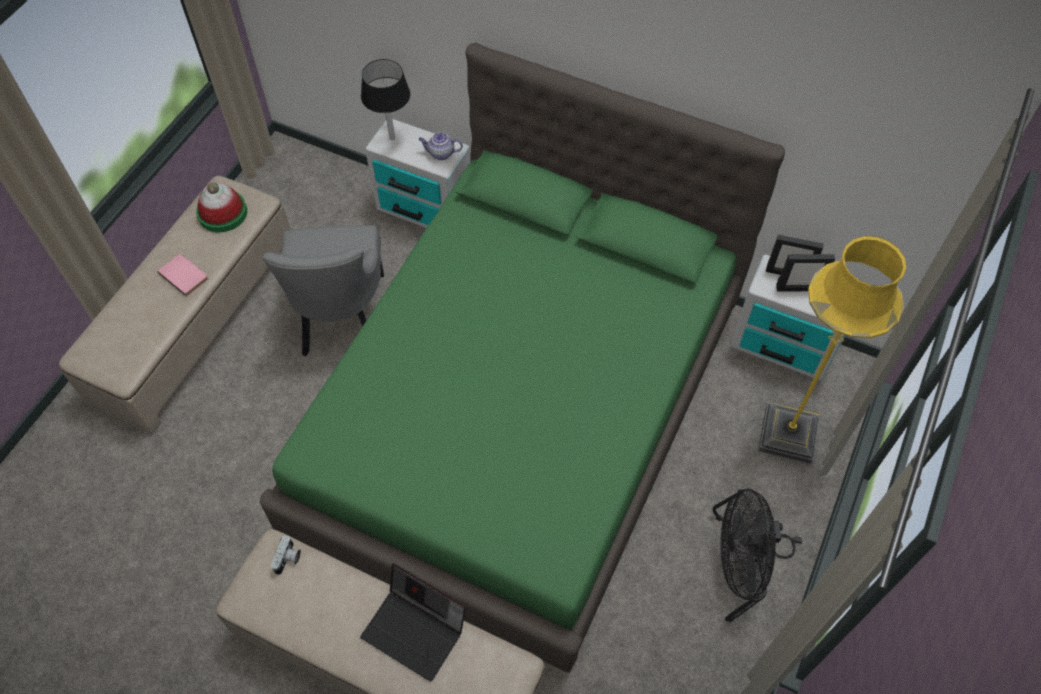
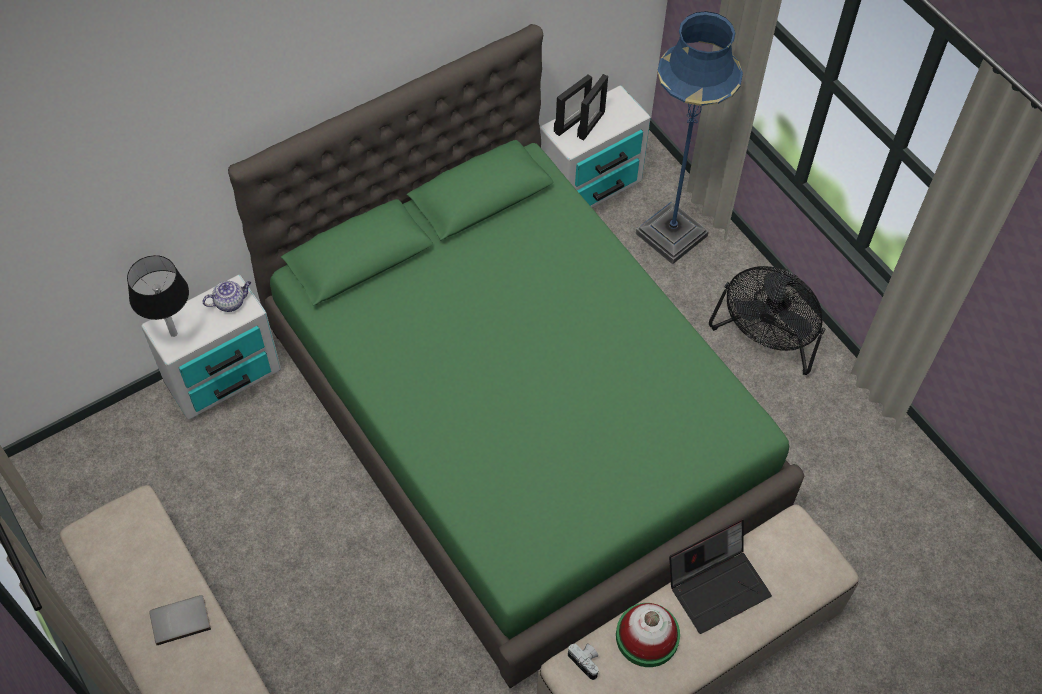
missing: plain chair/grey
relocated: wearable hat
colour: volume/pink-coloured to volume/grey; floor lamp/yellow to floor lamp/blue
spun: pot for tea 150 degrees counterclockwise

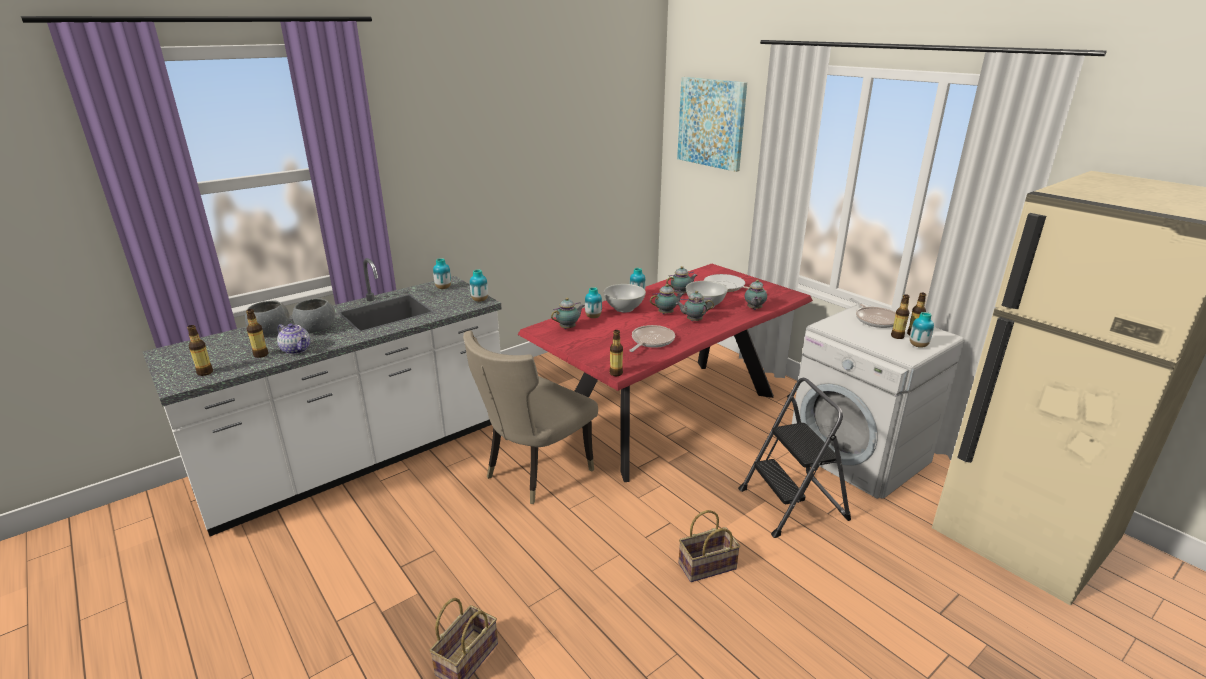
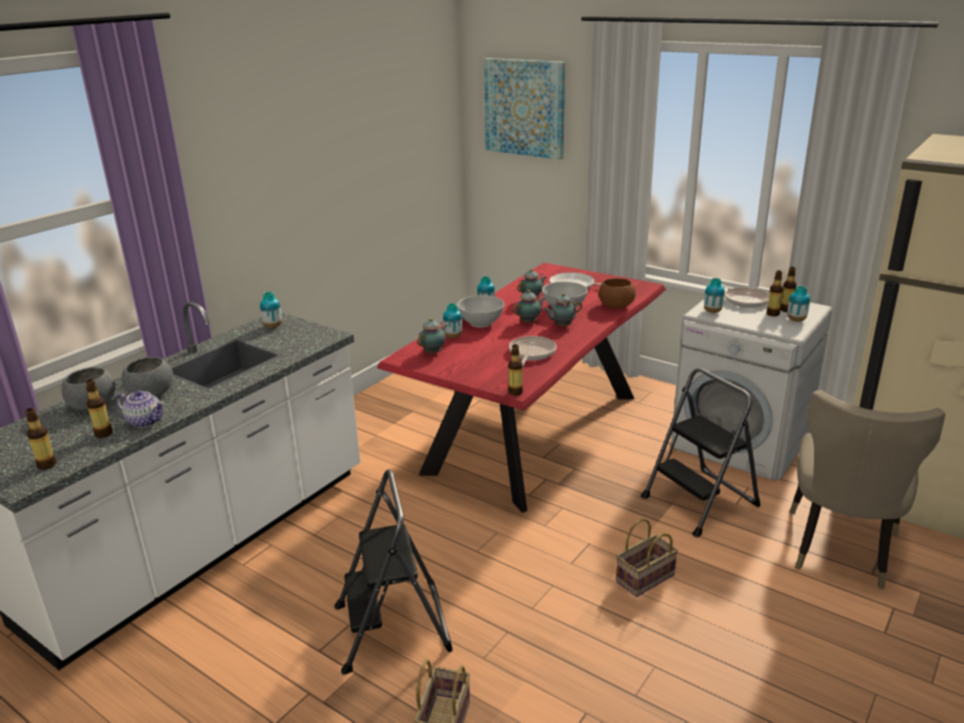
appeared: step ladder/blackish (no. 1 from left)
relocated: plain chair/beige-coloured; flower vase (no. 2 from left in the first image) to flower vase (no. 4 from left)
exchanged: pot for tea (no. 6 from left) to deep dish/brownish

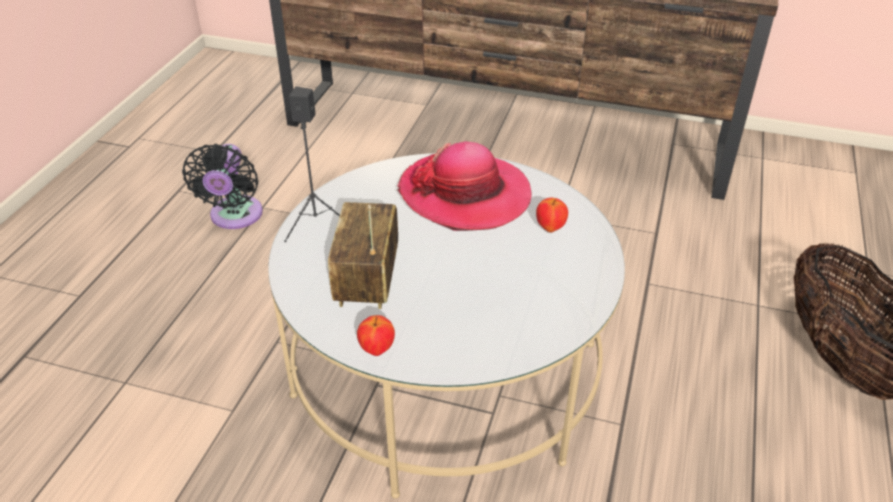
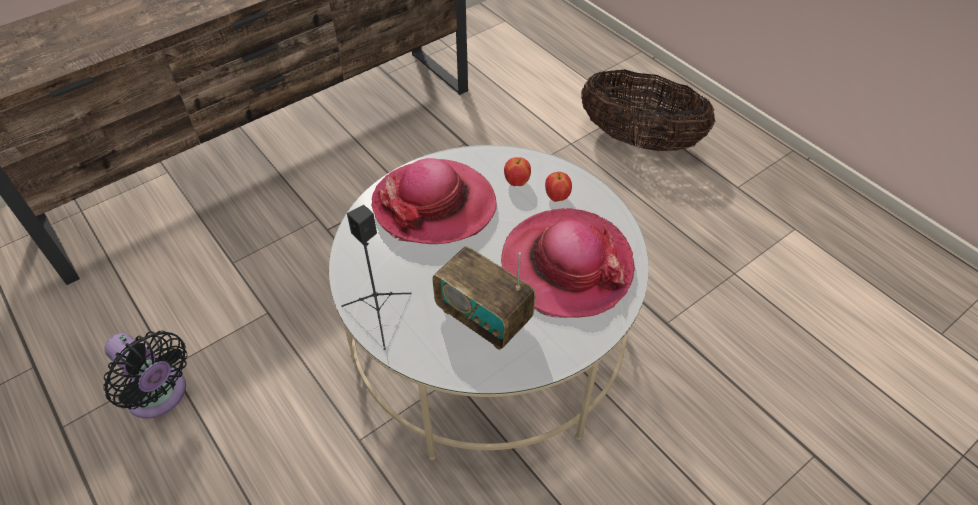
appeared: wearable hat (no. 2 from left)
relocated: apple fruit (no. 1 from left in the first image) to apple fruit (no. 2 from left)

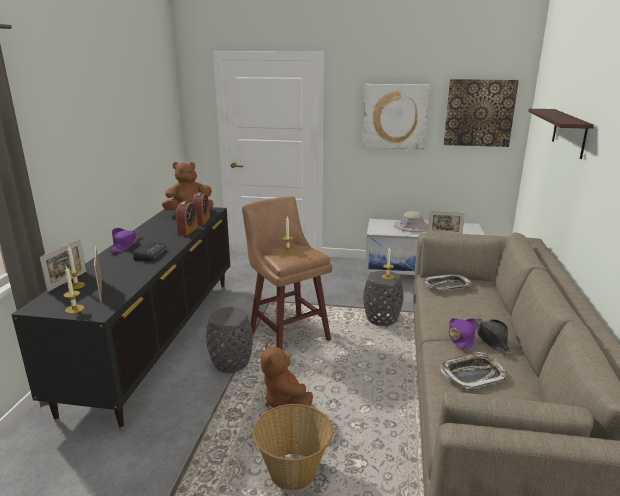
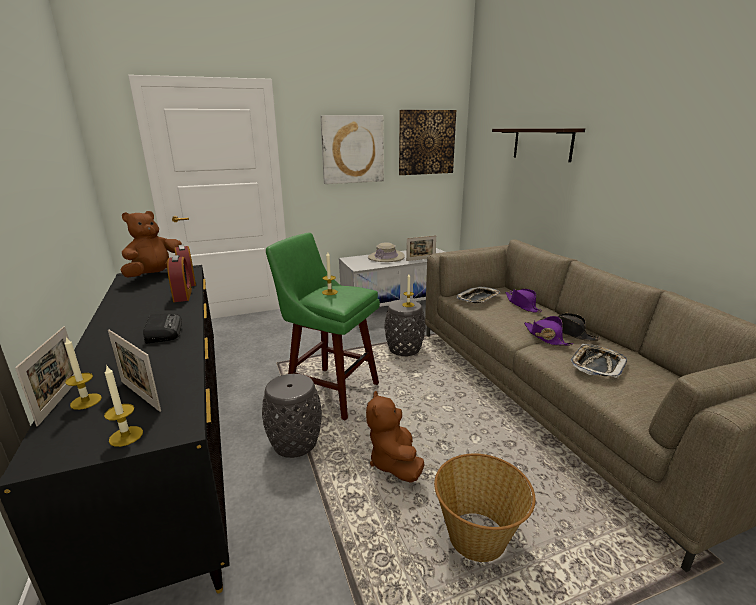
relocated: wearable hat/purplish (no. 1 from left)
colour: stool/brownish to stool/green
spun: plush toy/brownish (no. 2 from left) 45 degrees clockwise

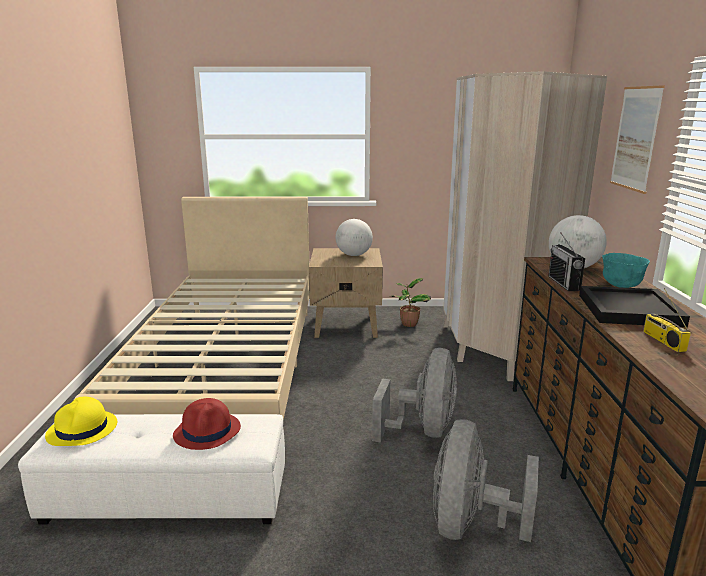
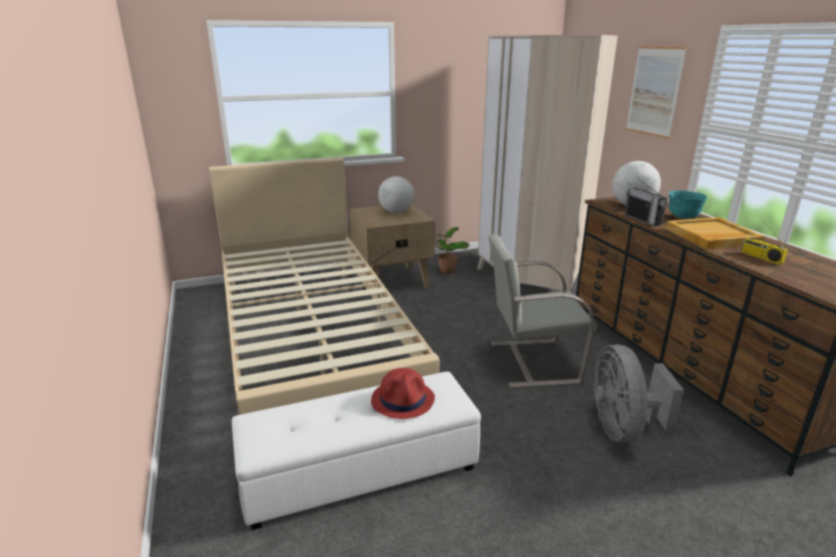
missing: wearable hat/yellow
exchanged: fan/grey (no. 1 from left) to plain chair/grey
colour: serving tray/blackish to serving tray/beige-coloured

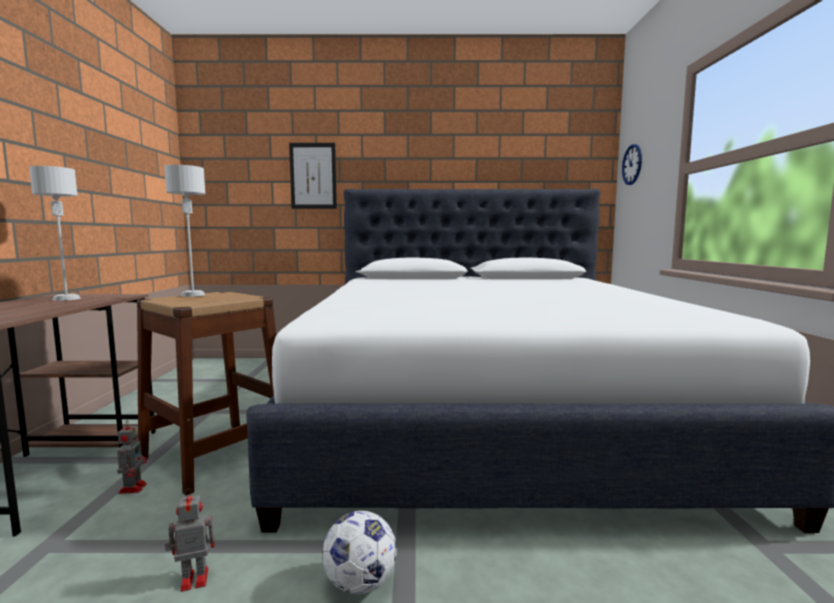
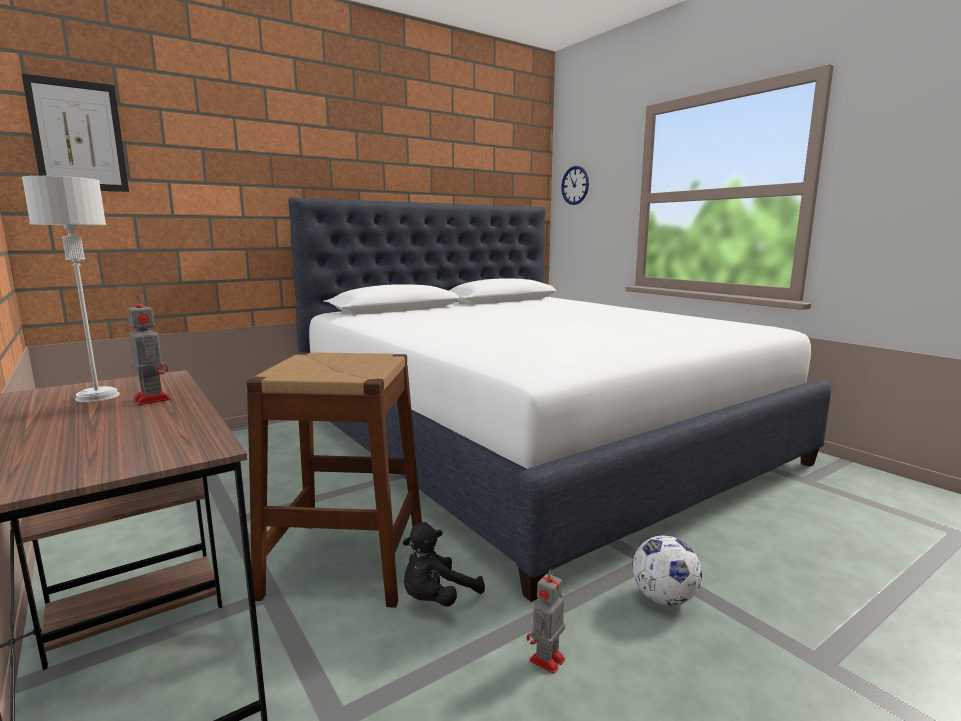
missing: tabletop lamp/grey (no. 2 from left)
appeared: plush toy/blackish
relocated: model robot (no. 1 from left); picture

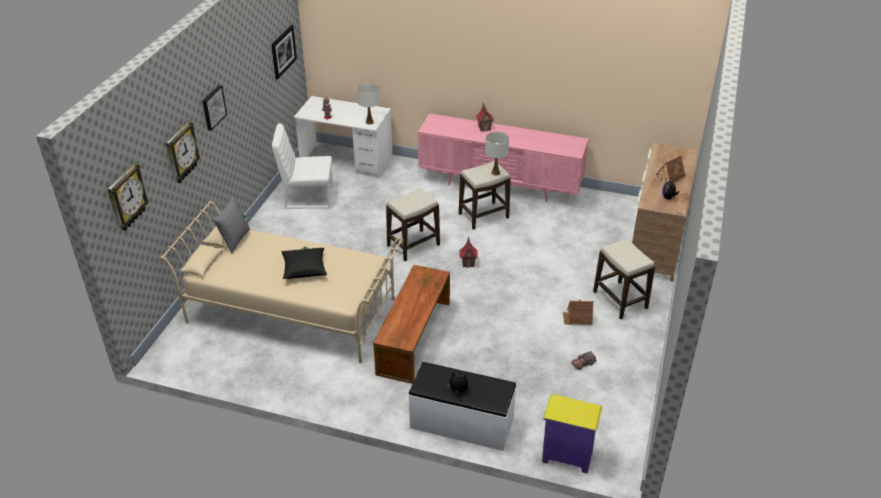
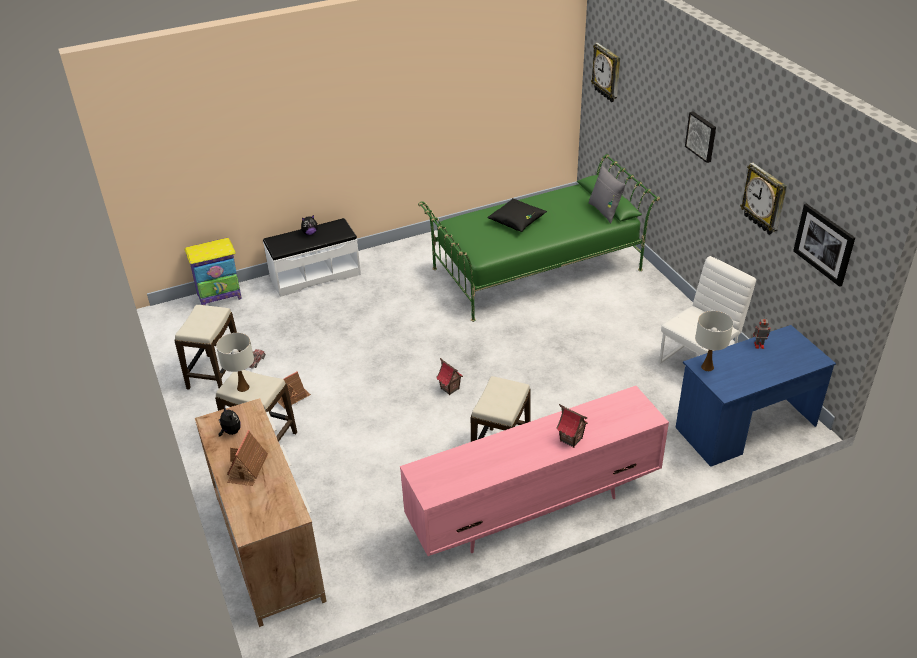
missing: indoor bench/brownish
relocated: hanging clock (no. 2 from left); stool (no. 1 from left); tabletop lamp/white (no. 2 from left in the first image) to tabletop lamp/white (no. 1 from left)
colour: bed/beige-coloured to bed/green; desk/white to desk/blue

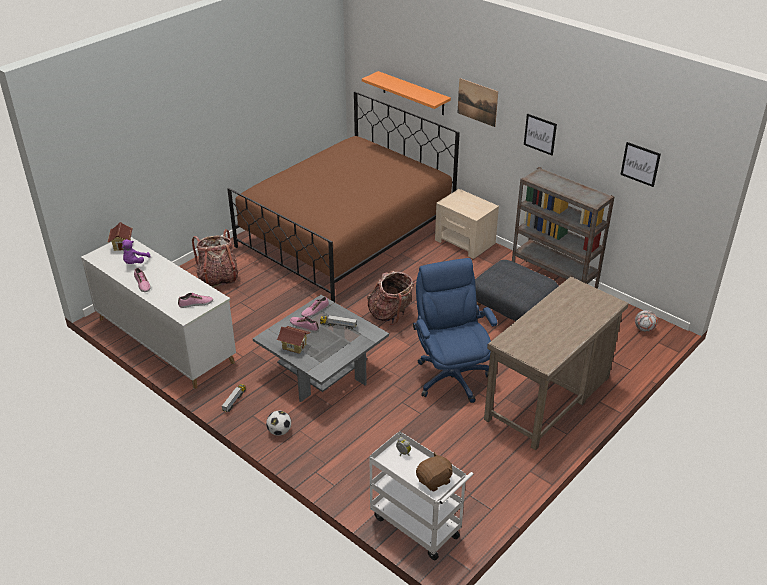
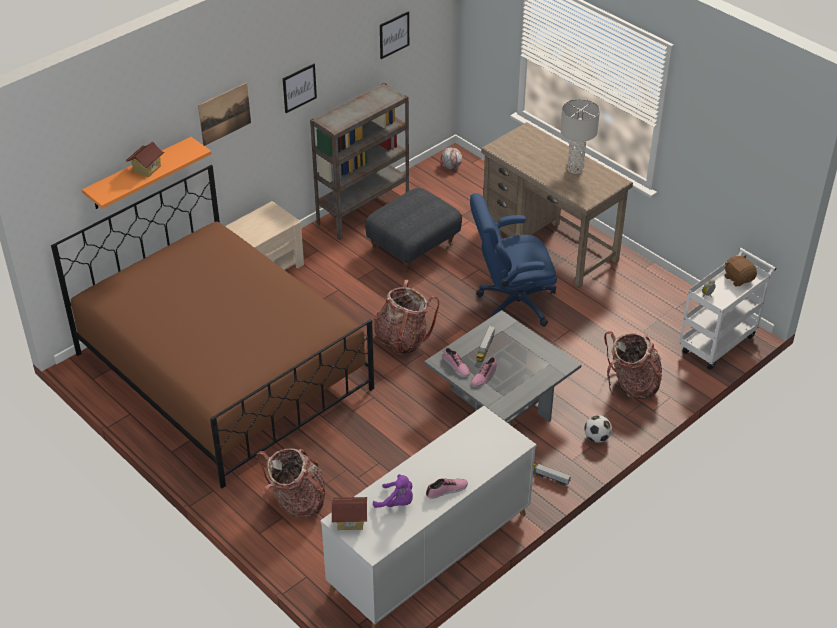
missing: low shoe (no. 2 from left)
appeared: tabletop lamp/white; rucksack (no. 3 from left)
relocated: model house (no. 2 from left in the first image) to model house (no. 1 from left)

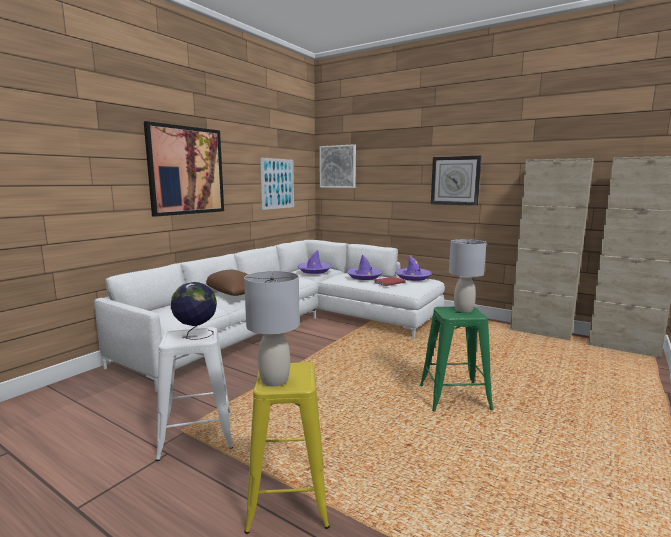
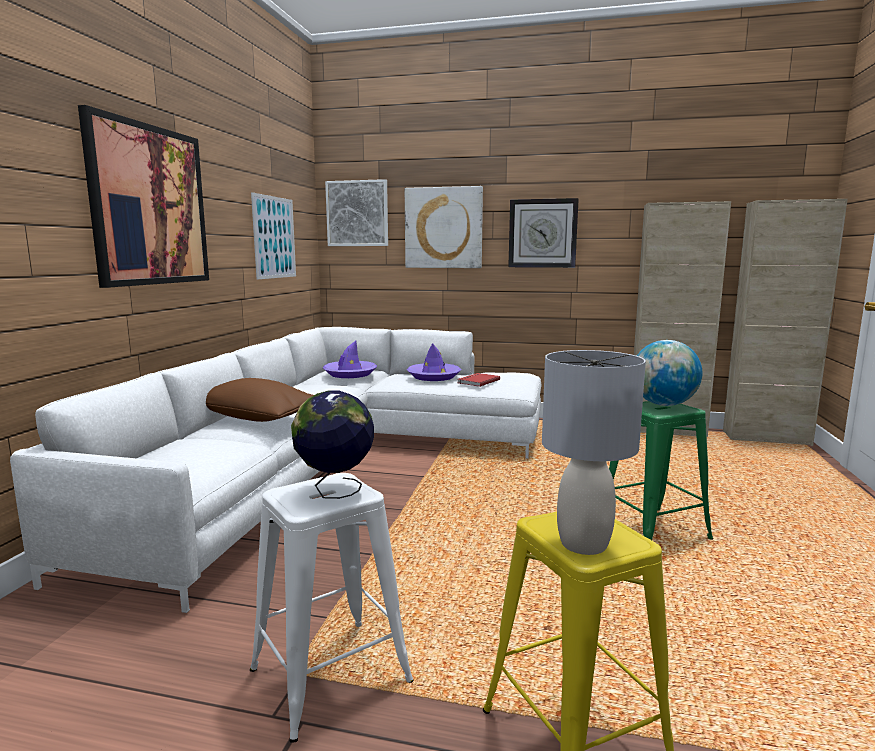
missing: wearable hat/purplish (no. 3 from left)
appeared: picture (no. 4 from left)
exchanged: tabletop lamp/grey (no. 2 from left) to world globe (no. 2 from left)

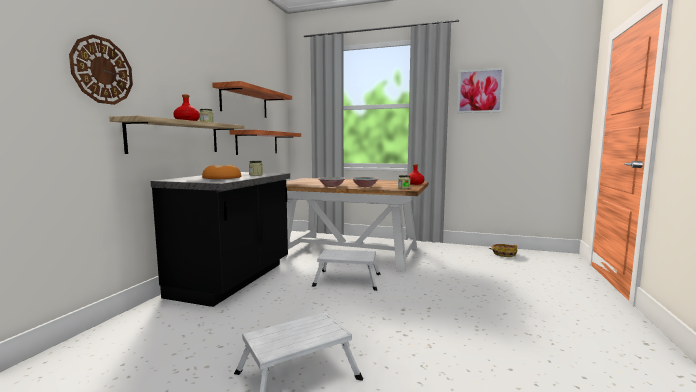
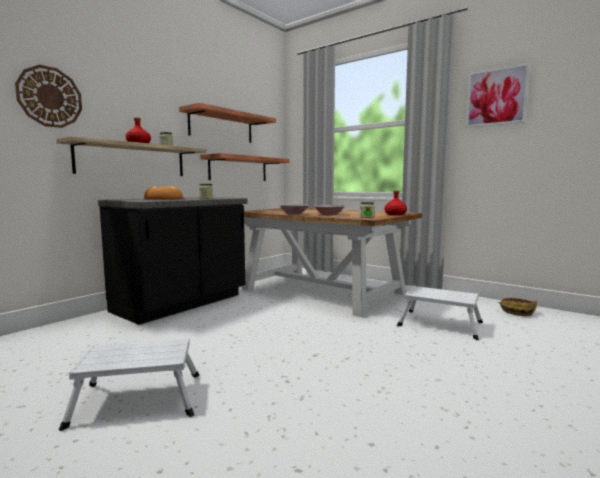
relocated: step ladder/white (no. 2 from left)

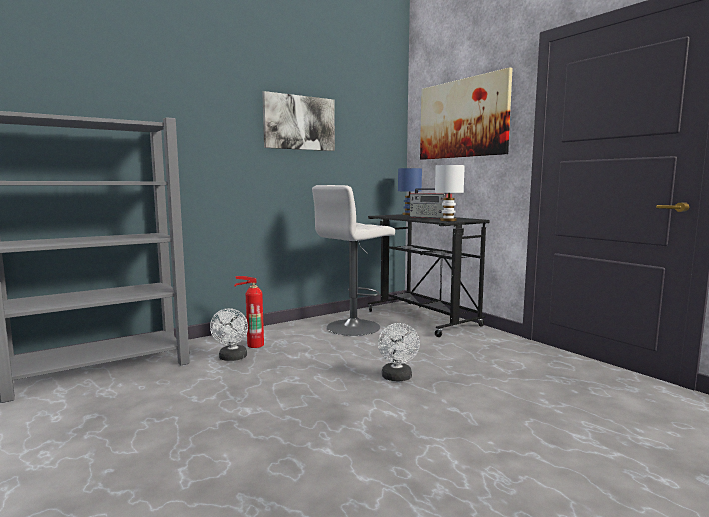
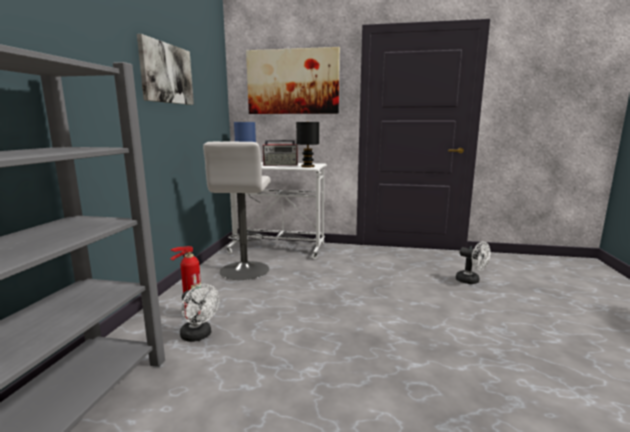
relocated: fan/white (no. 2 from left)
colour: desk/blackish to desk/white; tabletop lamp/white to tabletop lamp/blackish

